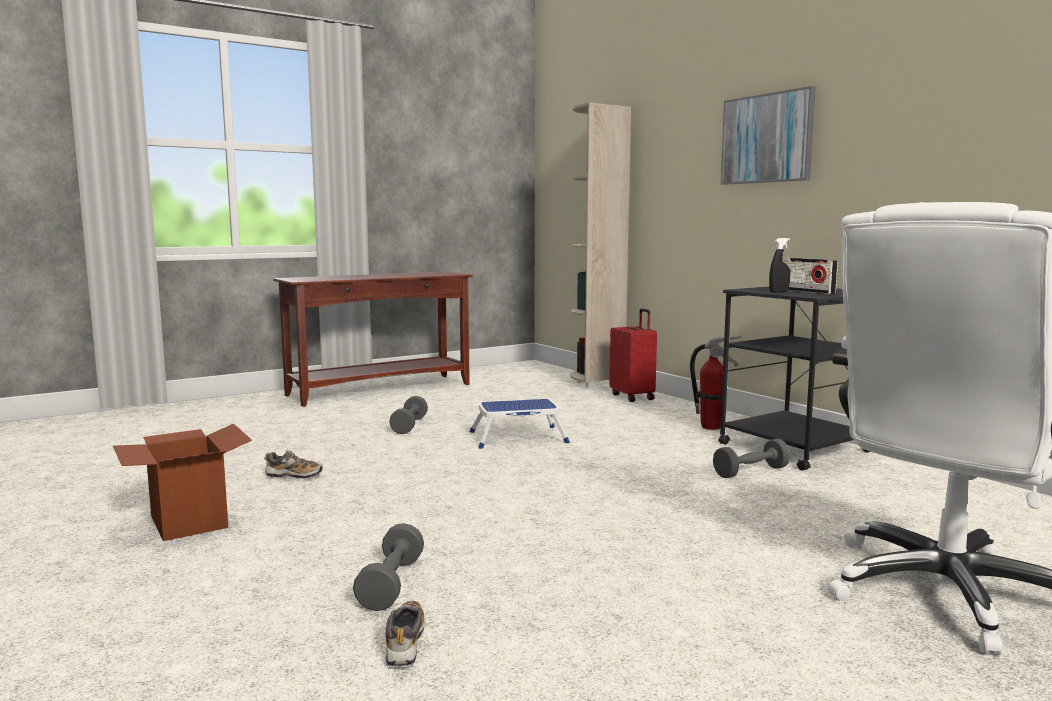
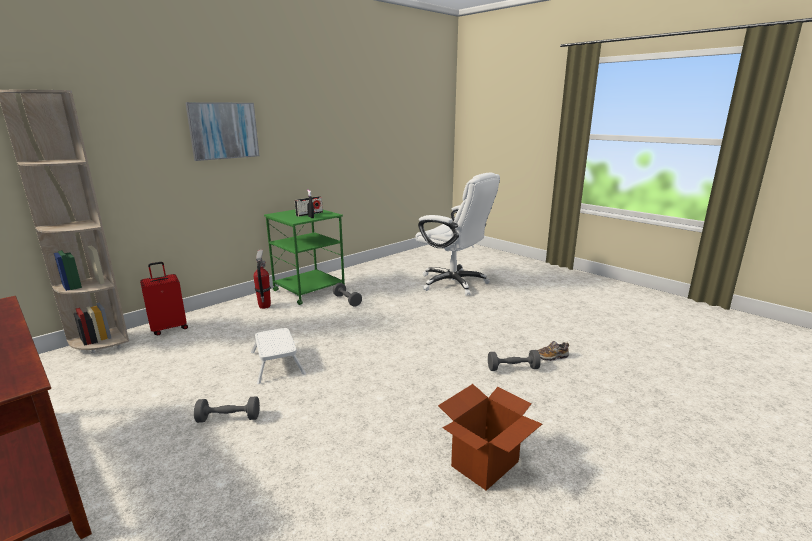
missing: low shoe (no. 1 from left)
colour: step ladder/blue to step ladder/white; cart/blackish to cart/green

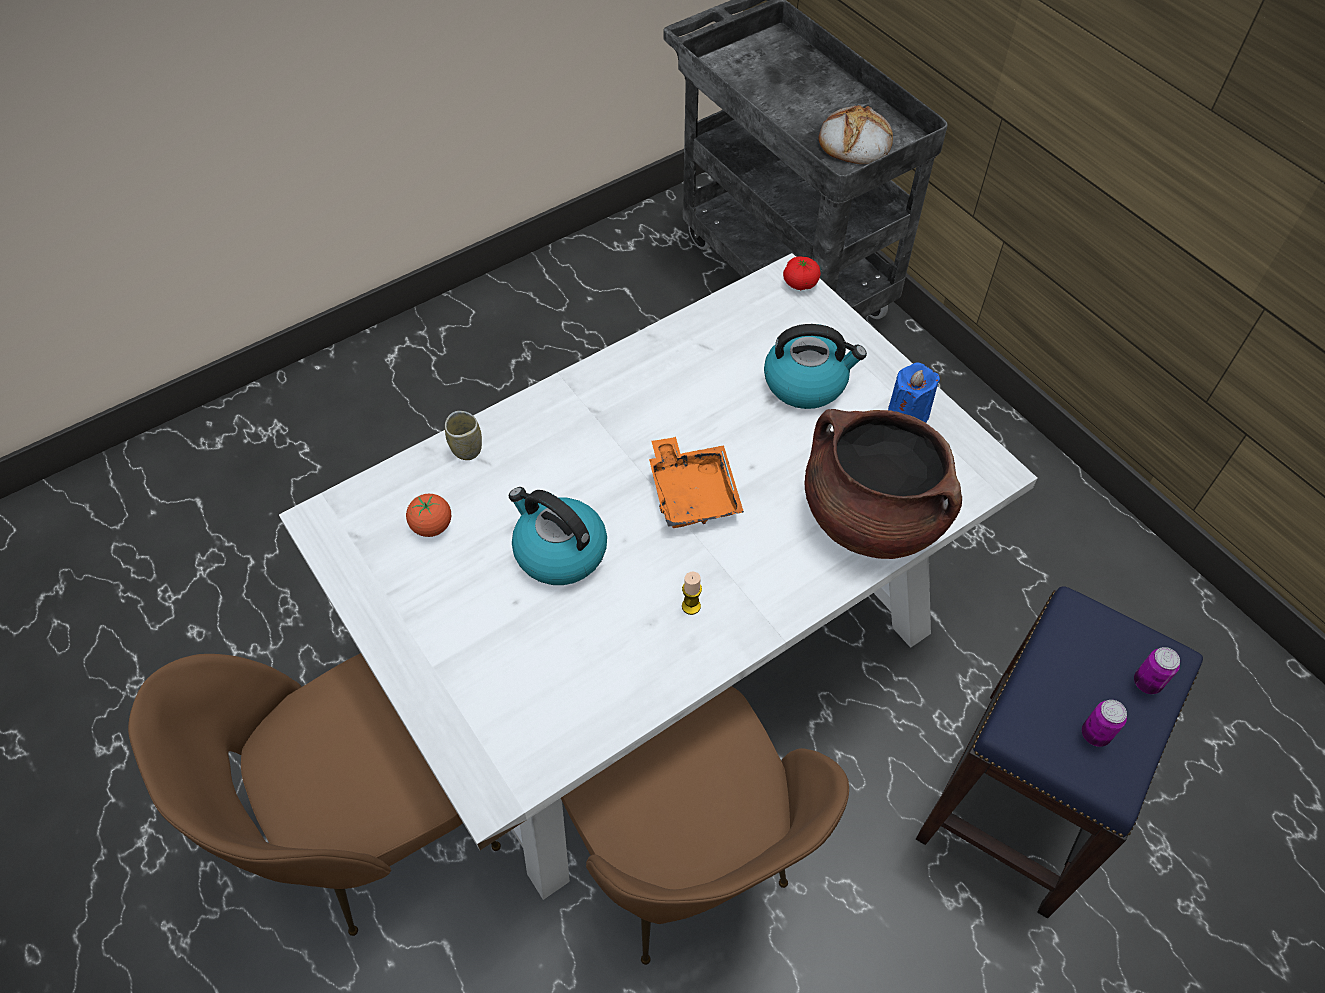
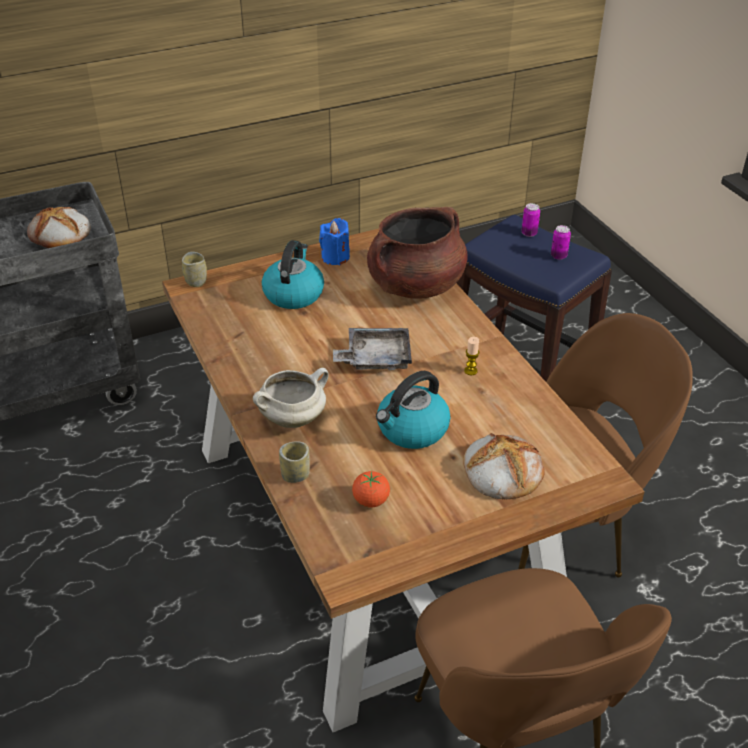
appeared: stockpot/white; bakery bread (no. 2 from left)
exchanged: tomato (no. 2 from left) to drinking cup (no. 1 from left)
colour: dinner table/white to dinner table/brownish; serving tray/orange-coloured to serving tray/grey

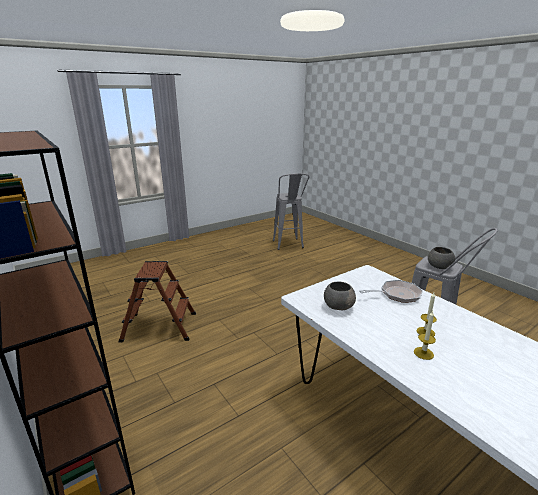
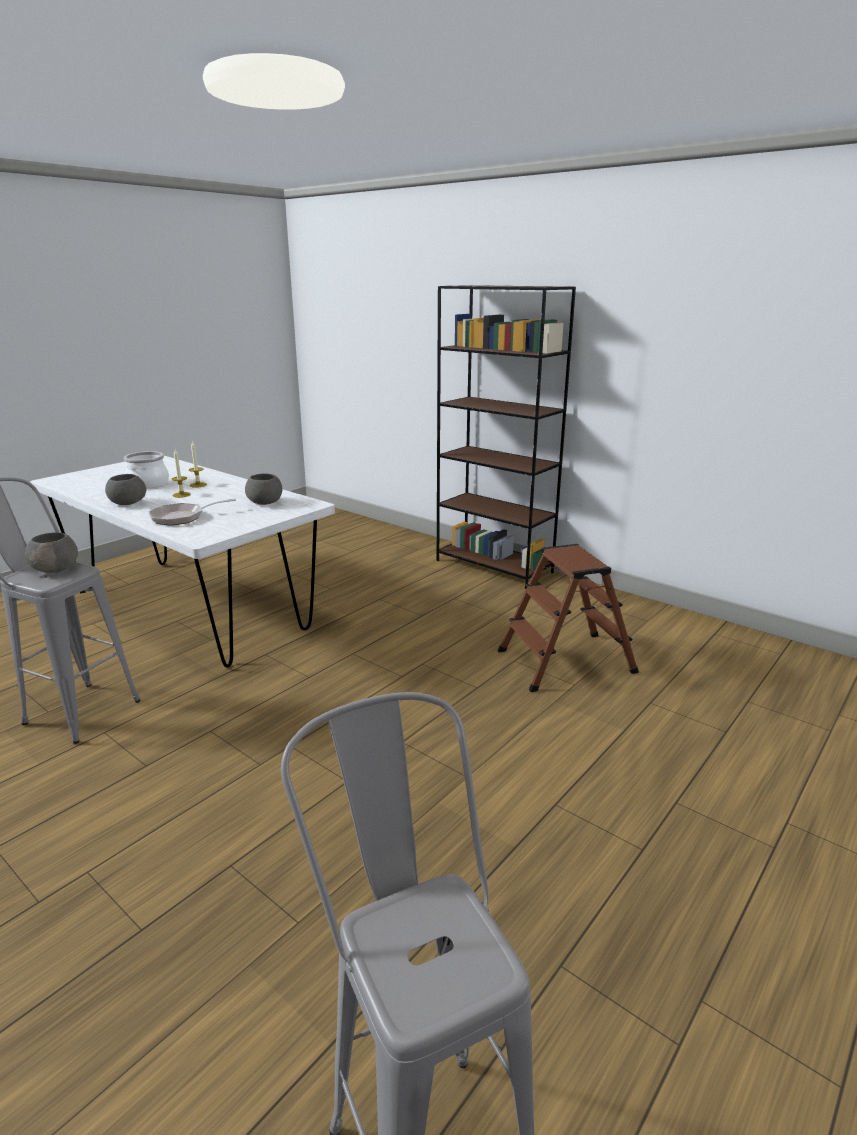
appeared: deep dish/grey (no. 2 from left); stockpot

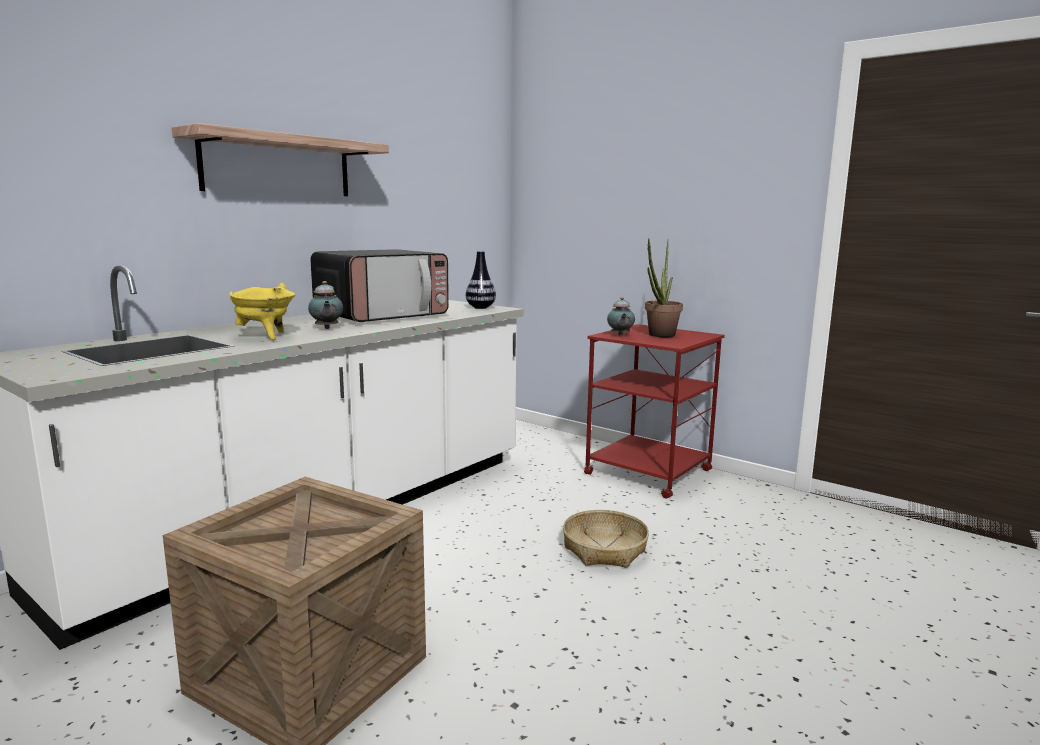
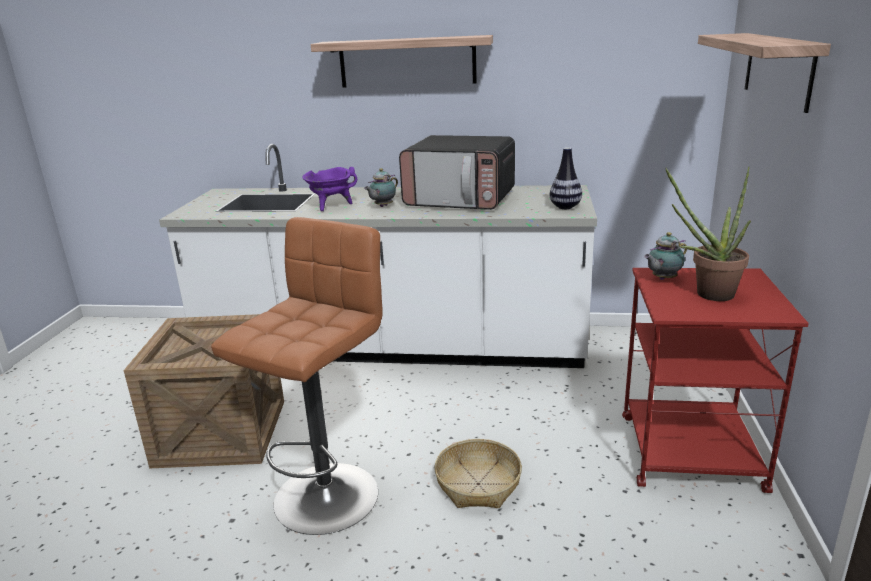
appeared: stool/brownish; bracket shelf (no. 2 from left)
colour: stockpot/yellow to stockpot/purplish

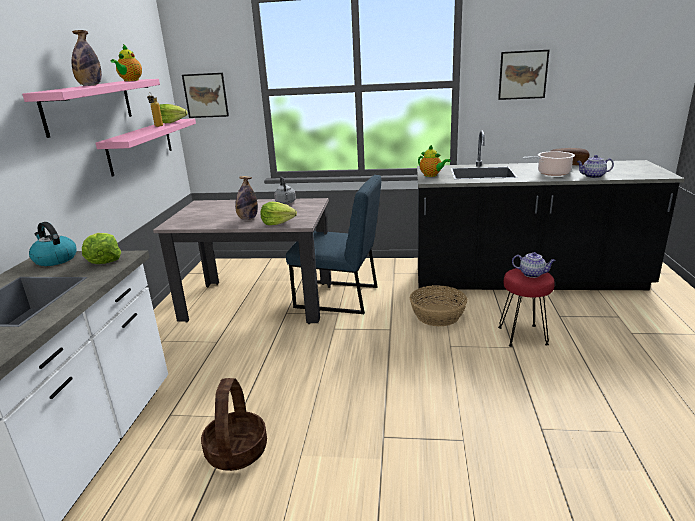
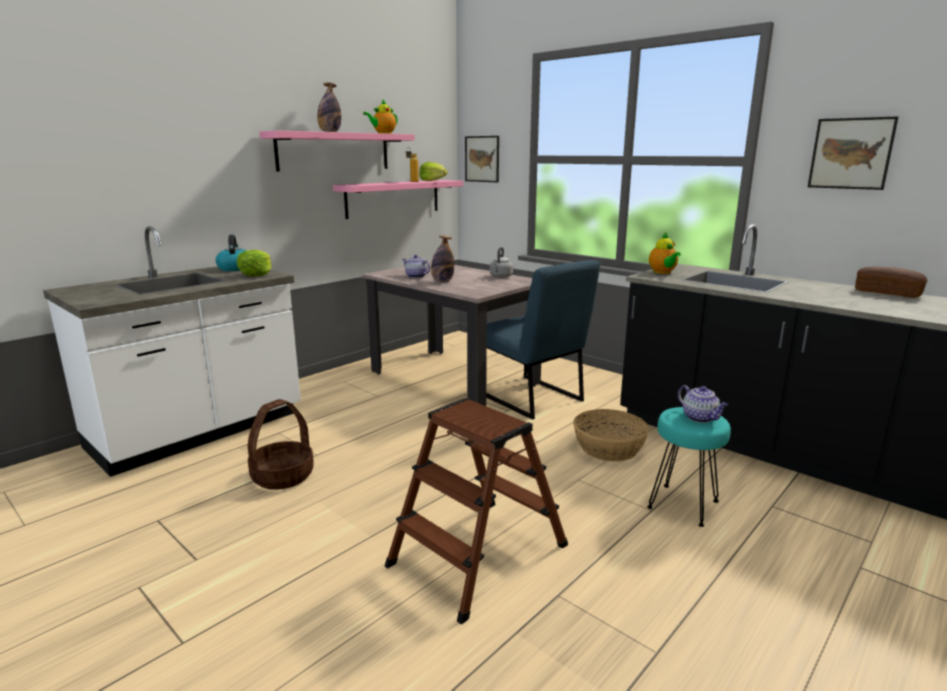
missing: head of lettuce (no. 3 from left); stockpot
appeared: step ladder/brownish
relocated: pot for tea (no. 4 from left in the first image) to pot for tea (no. 2 from left)
colour: stool/red to stool/blue-green

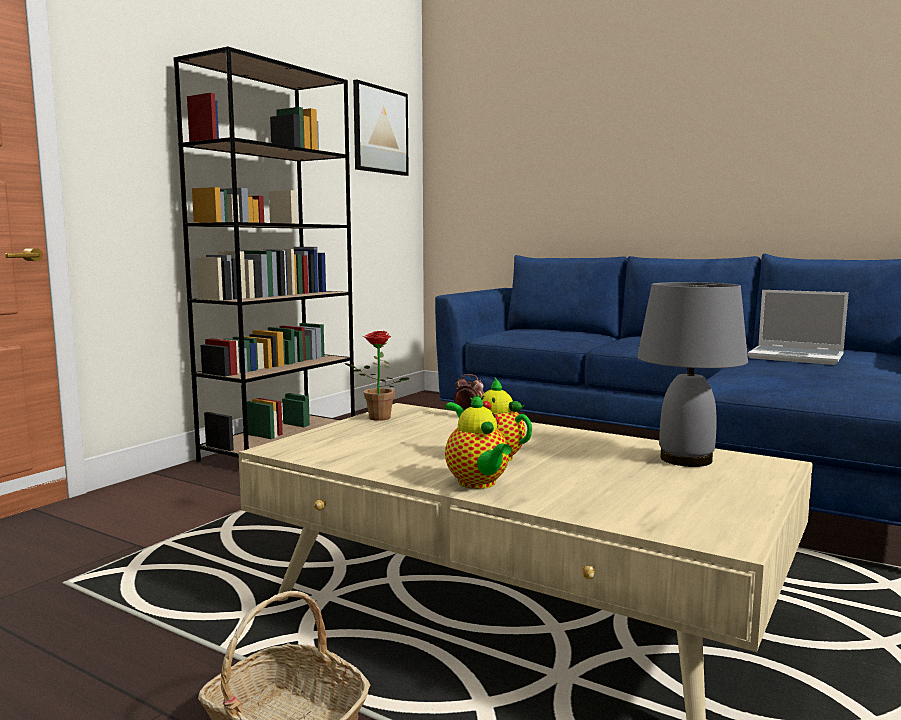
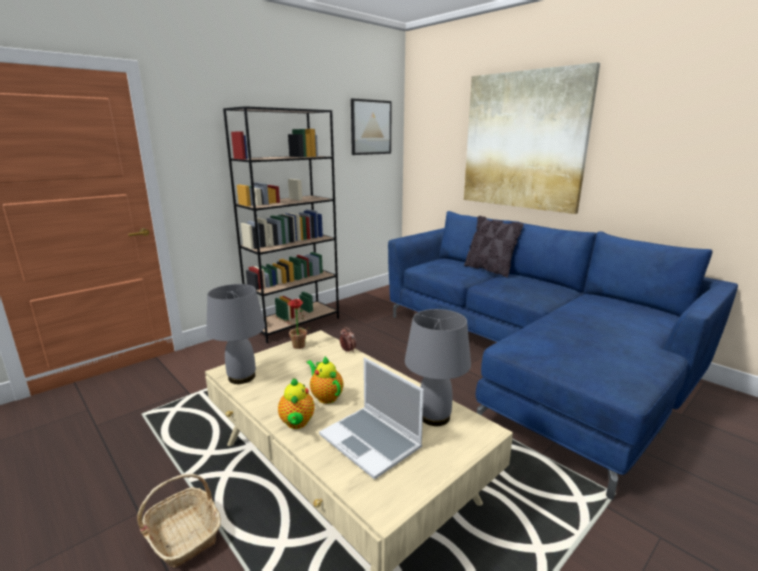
appeared: tabletop lamp/grey (no. 1 from left); picture (no. 2 from left); cushion/blackish
relocated: portable computer

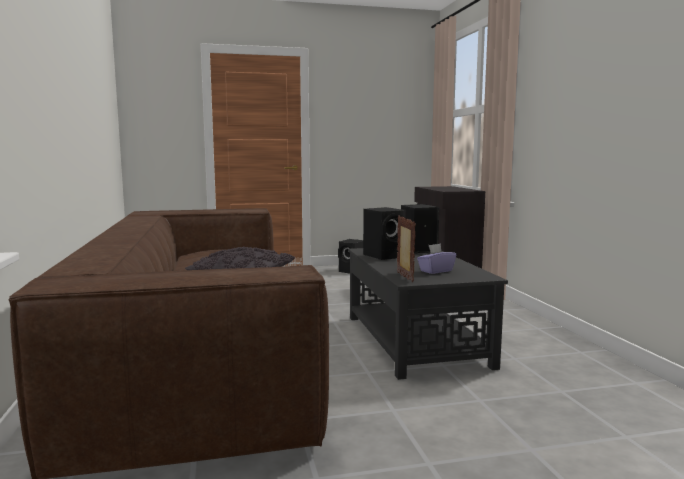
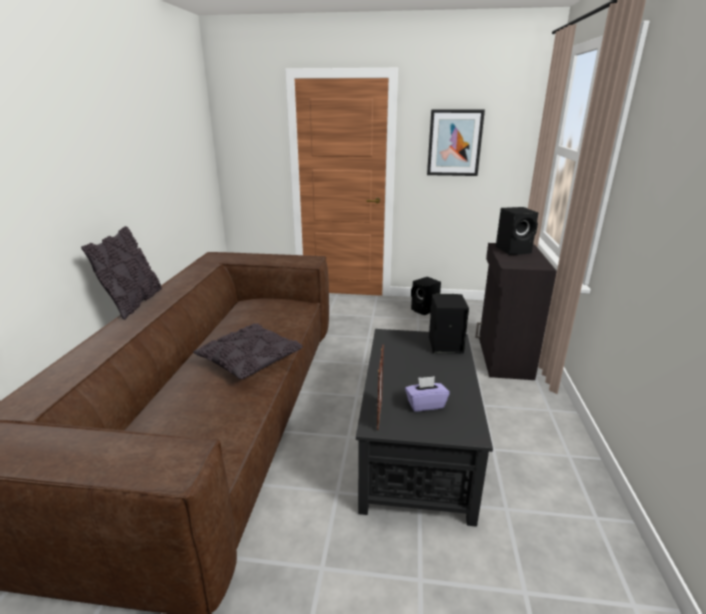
appeared: cushion/blackish (no. 1 from left); picture
relocated: loudspeaker/blackish (no. 2 from left in the first image) to loudspeaker/blackish (no. 3 from left)

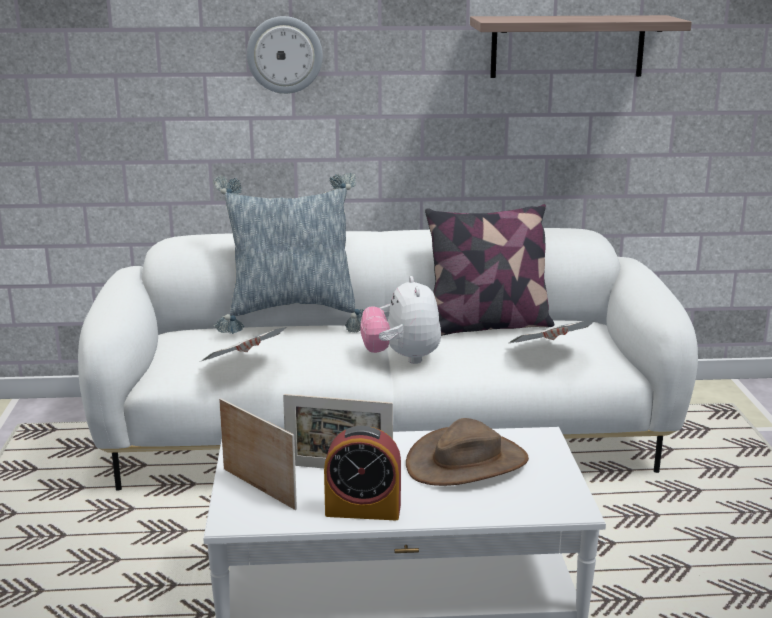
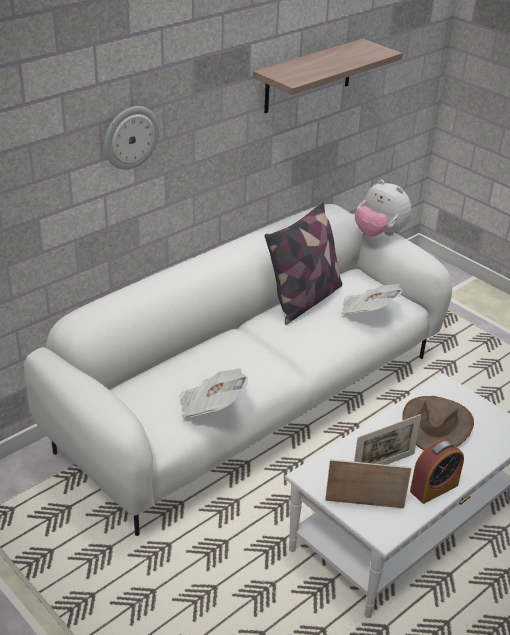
missing: cushion (no. 1 from left)
relocated: plush toy

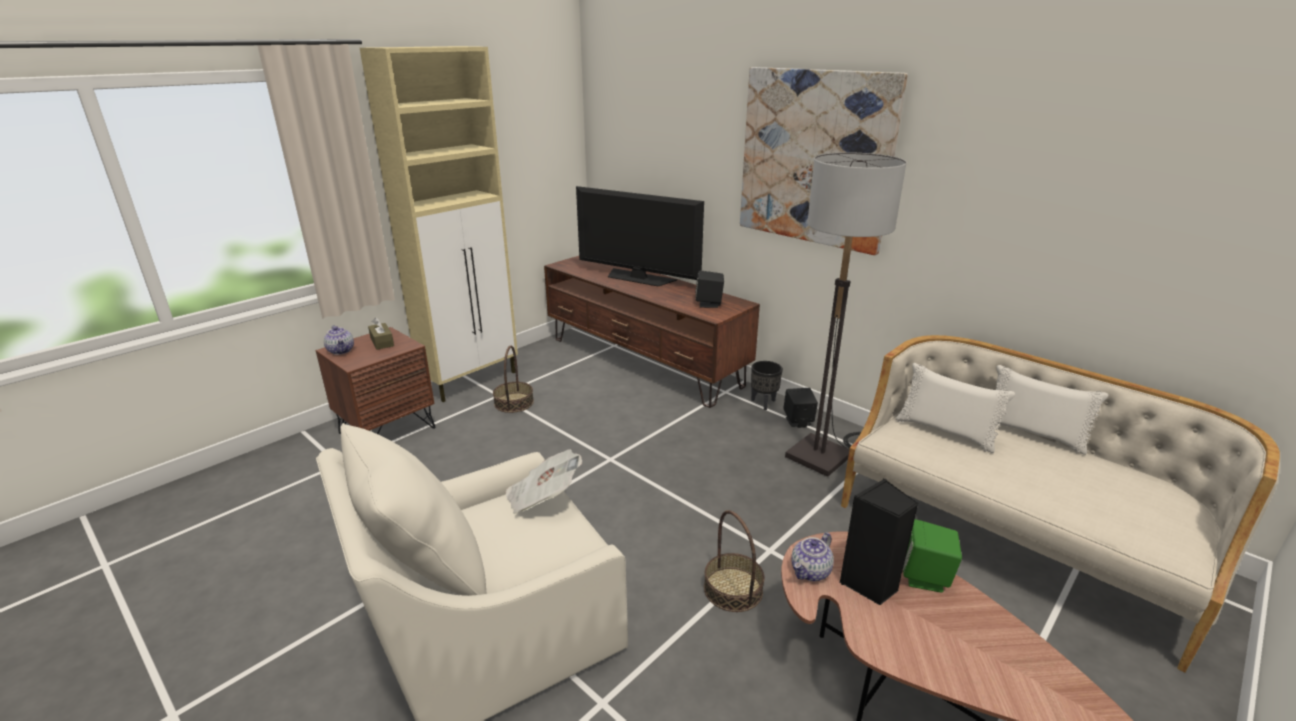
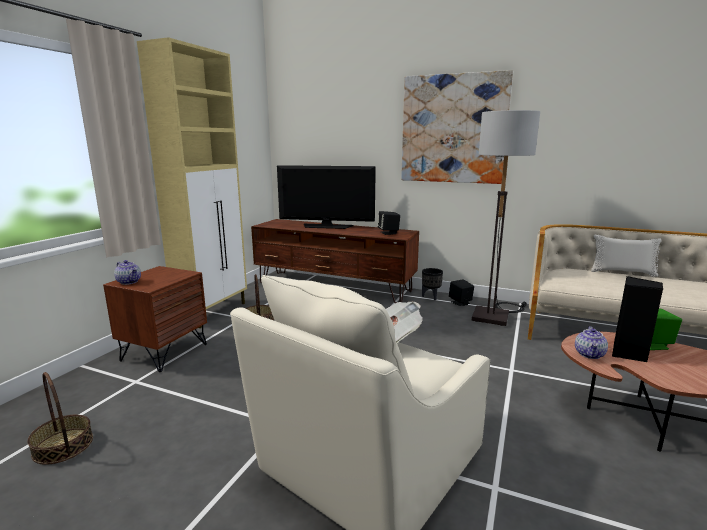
missing: box of tissues/brownish; cushion/white (no. 1 from left)
relocated: storage basket (no. 2 from left in the first image) to storage basket (no. 1 from left)

